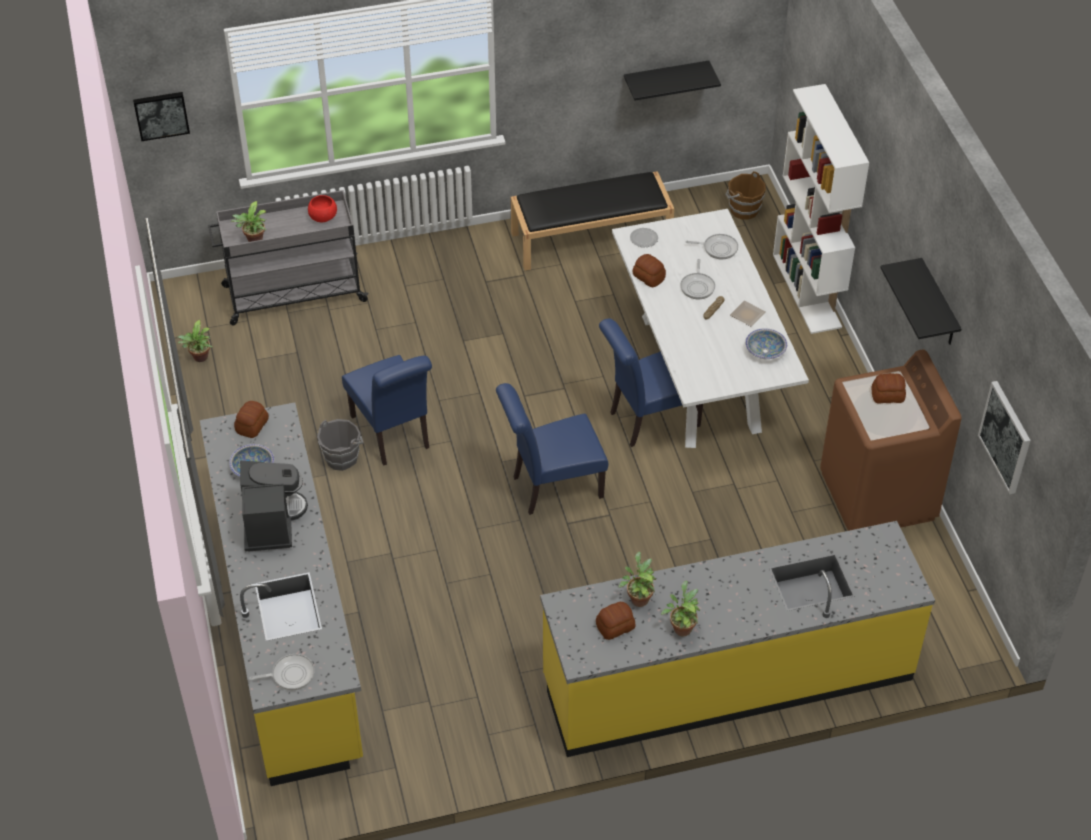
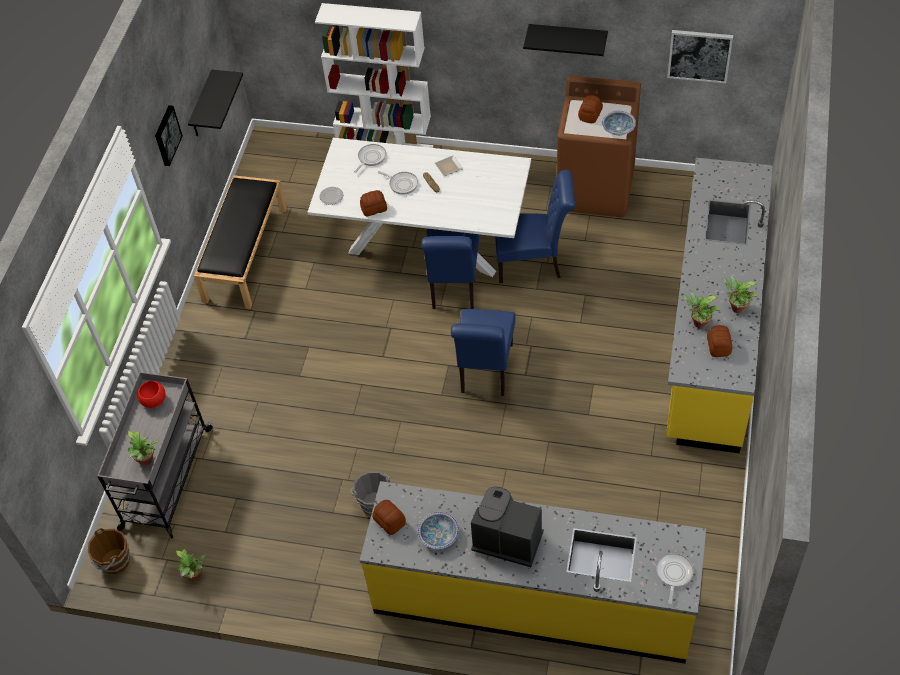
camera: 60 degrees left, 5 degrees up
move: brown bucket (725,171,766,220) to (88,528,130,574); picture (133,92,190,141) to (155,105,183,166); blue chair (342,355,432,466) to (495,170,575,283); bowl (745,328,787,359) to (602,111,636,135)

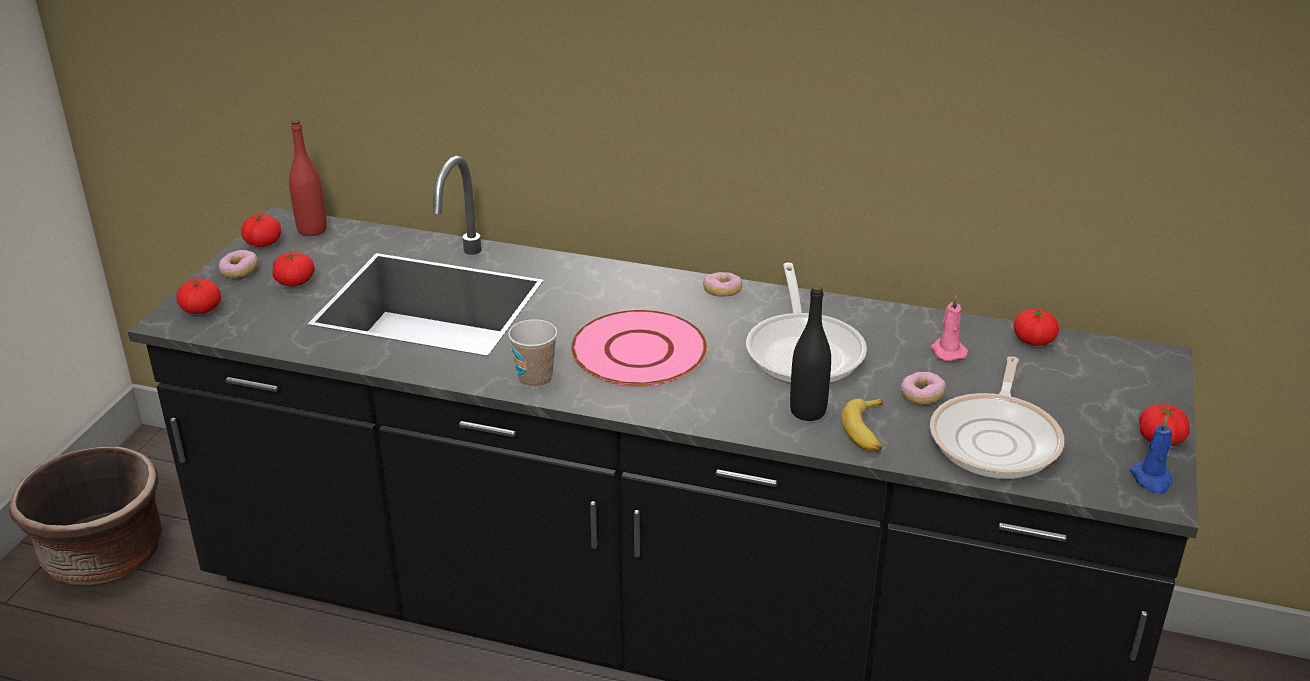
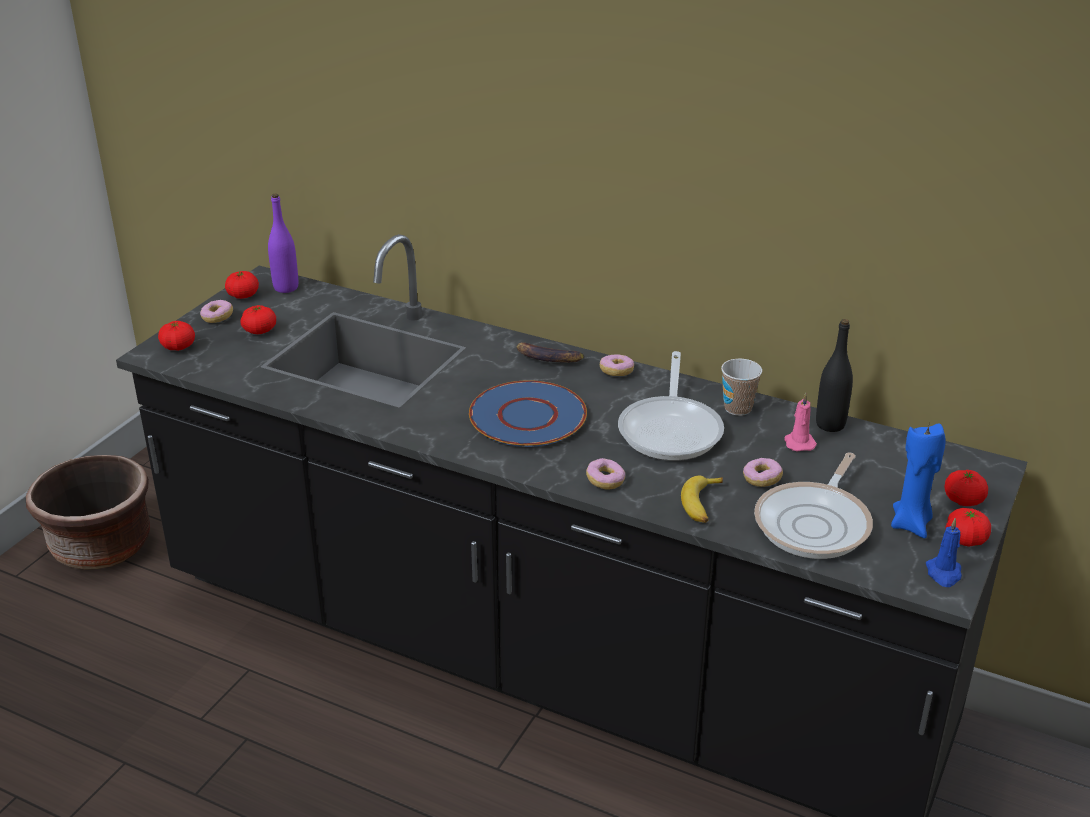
camera: 10 degrees right, 0 degrees up
insert: banana (516,342,584,363); donut (586,458,625,489); blue candle (891,423,946,538)
move: cup (508,319,557,388) to (721,359,762,416); black bottle (790,285,831,421) to (816,319,853,432); tomato (1014,309,1059,346) to (944,470,988,506)
recolor: red bottle (289,120,327,236) to purple bottle (268,193,298,293); pink plate (571,310,707,387) to blue plate (469,380,587,447)

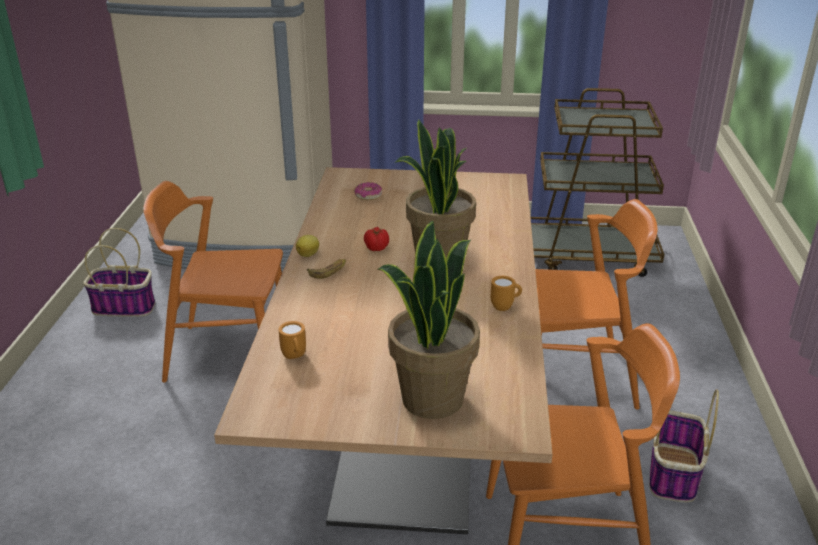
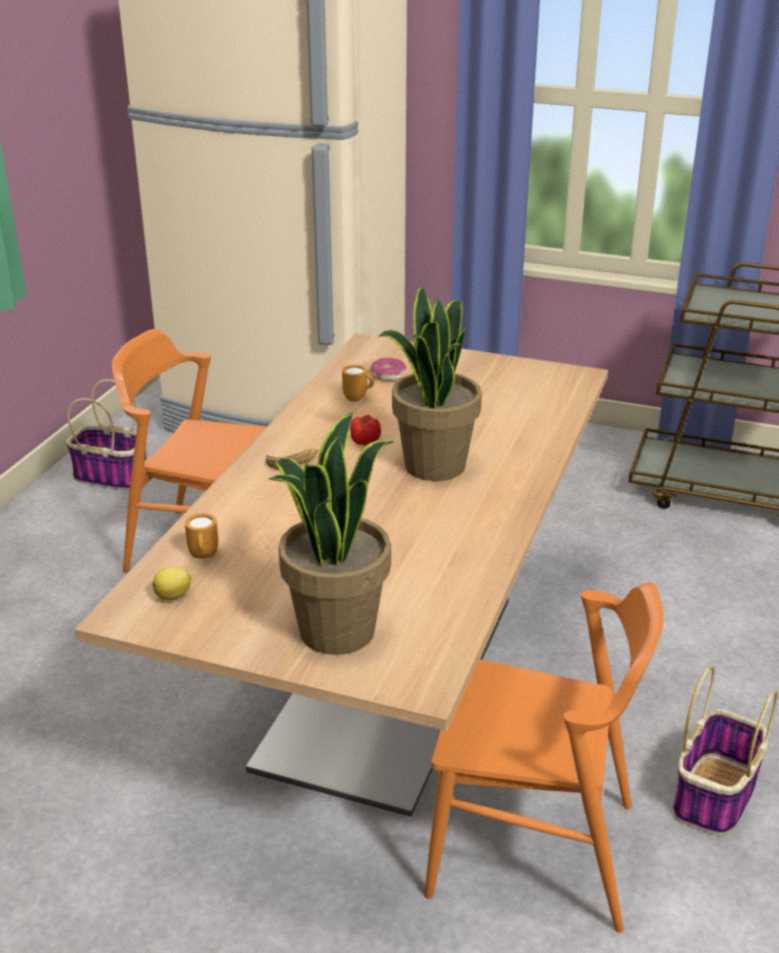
camera: 15 degrees right, 0 degrees up
delete: orange chair (535,199,658,409)
move: lemon (296,235,319,257) to (152,566,191,600); orange mug (491,276,522,311) to (342,365,374,401)

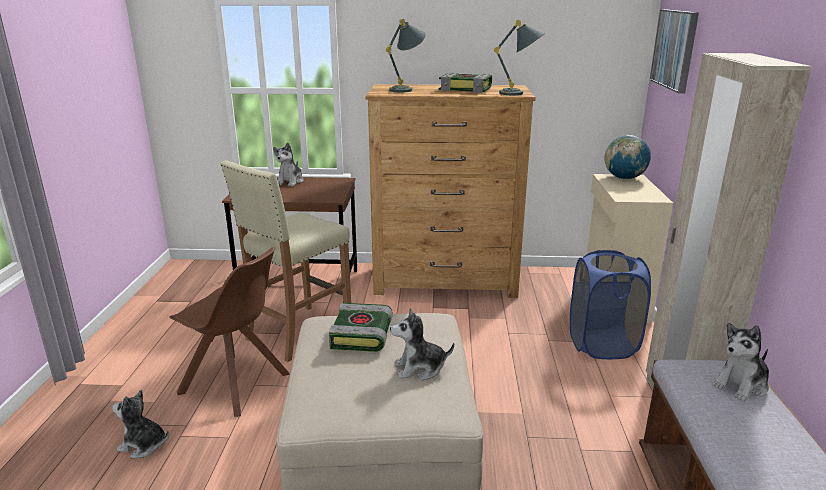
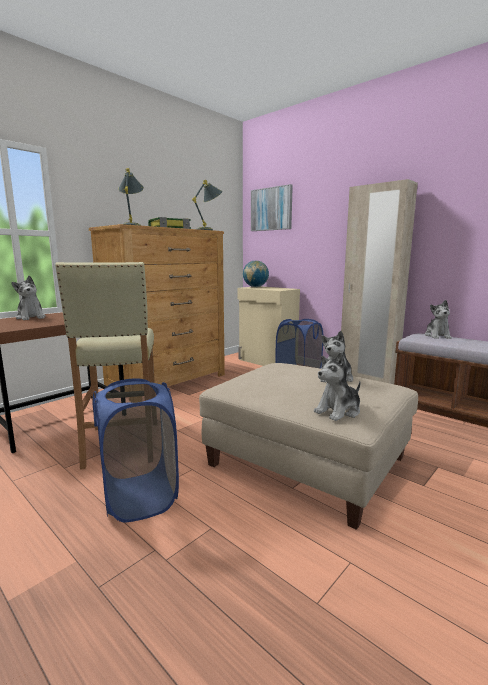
camera: 50 degrees left, 10 degrees down
delete: book (329,303,393,352)
move: plush toy (112,389,169,458) to (314,352,360,421)
replace: brown chair (170,247,290,417) to blue laundry basket (92,378,179,522)

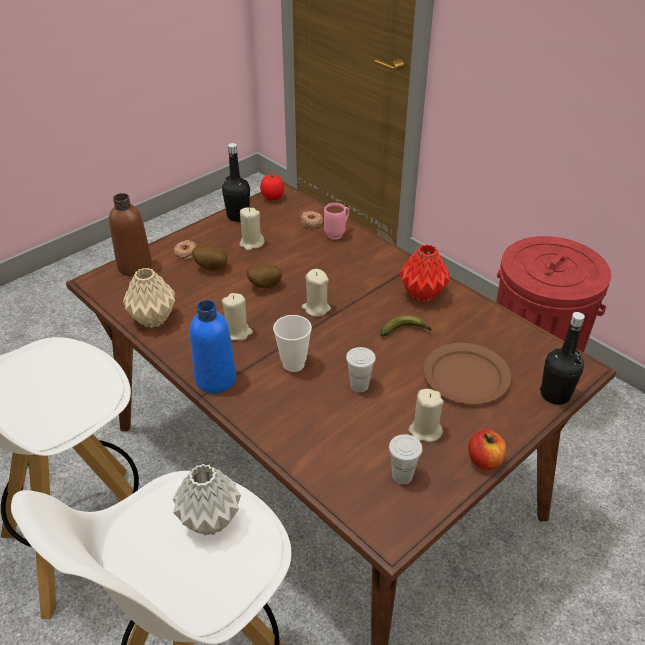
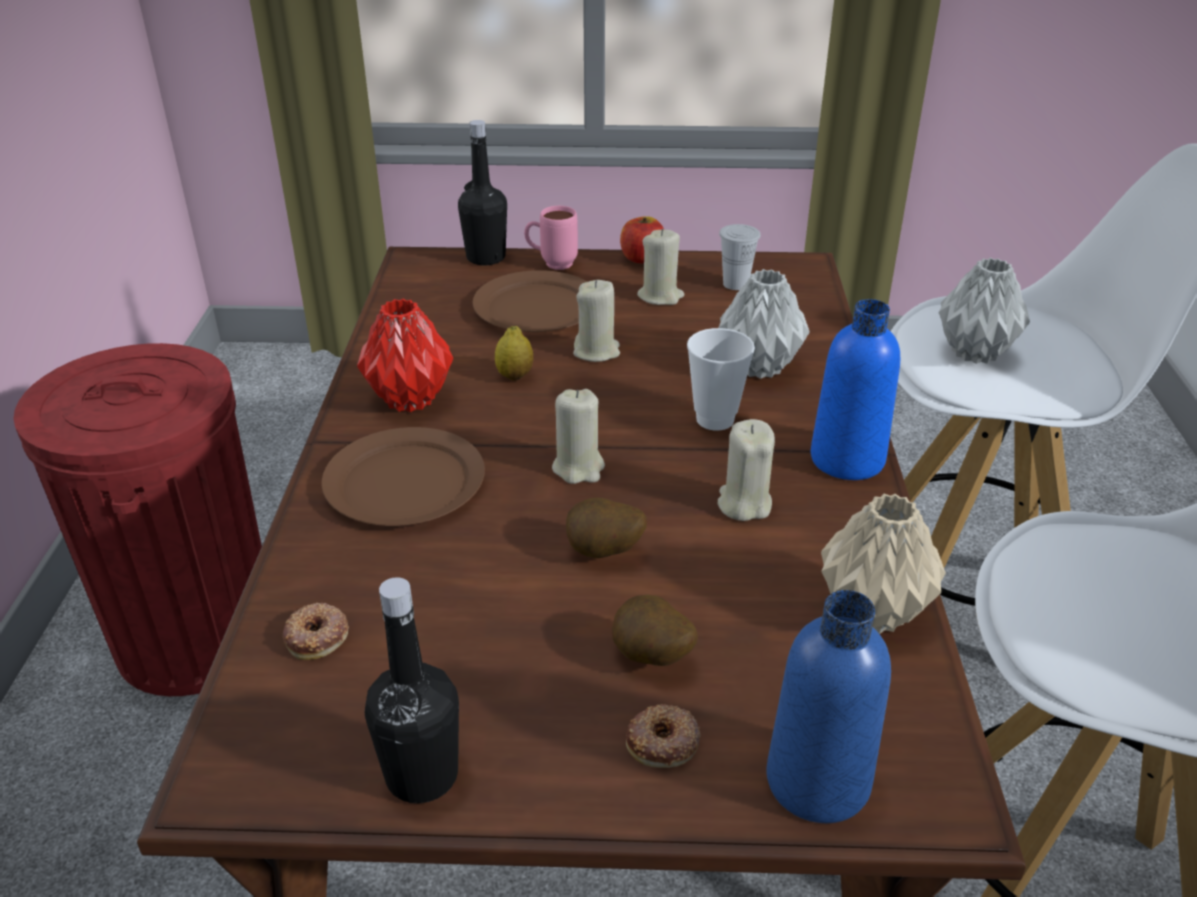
camera: 135 degrees left, 5 degrees down
delete: tomato (260,174,284,201); white cup (346,347,376,392)
insert: brown plate (322,427,485,526); grey vase (718,269,810,379)
move: pink mug (324,203,349,240) to (524,206,578,270); beige candle (240,207,265,251) to (573,280,620,362)
replace: banana (380,315,432,337) to lemon (495,326,533,381)
recolor: brown bottle (109,193,152,276) to blue bottle (766,590,891,823)

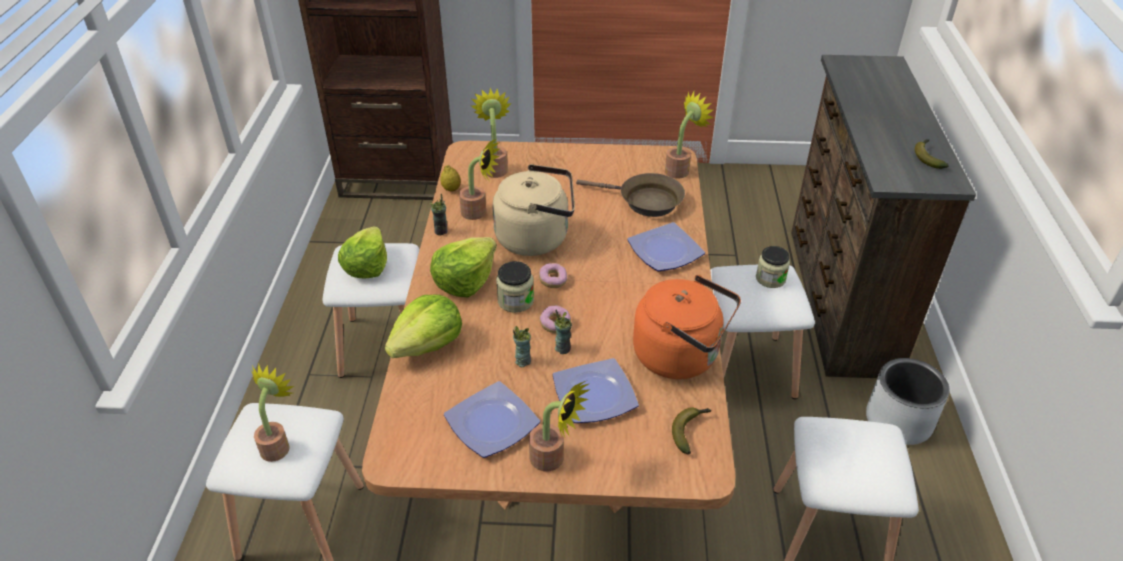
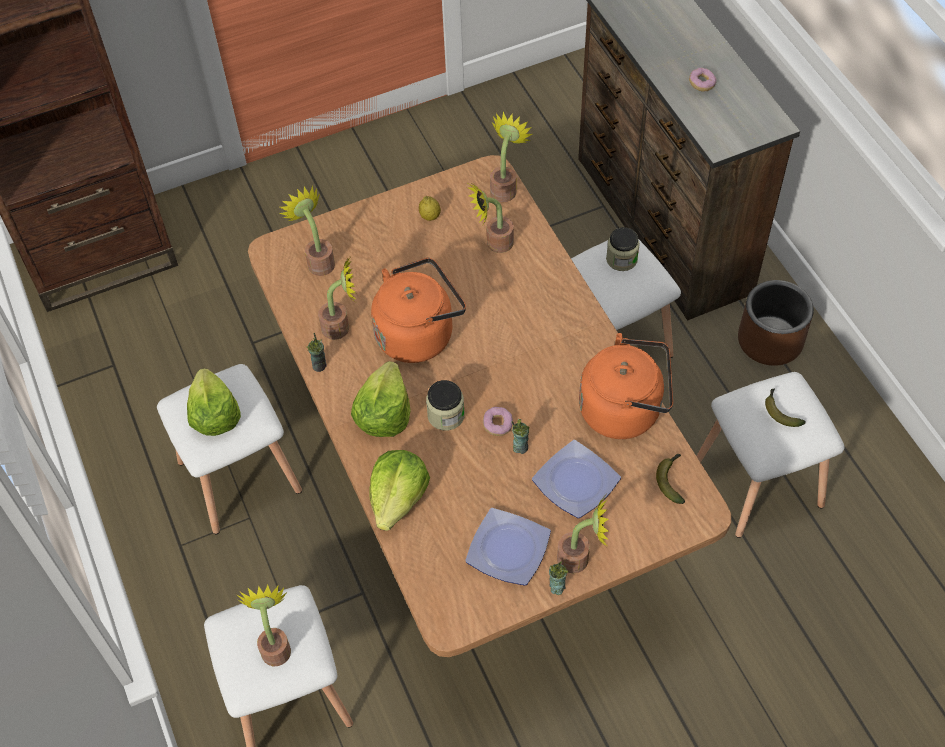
camera: 25 degrees left, 15 degrees up
delete: plate (627,222,705,271)
move: lemon (440,165,461,191) to (419,196,441,221); cup (513,326,531,368) to (549,561,568,595); donut (539,263,567,288) to (689,68,716,91); banana (915,139,948,169) to (765,388,806,427)
replace: brown frying pan (576,173,685,217) to potted plant (467,182,514,253)
recolor: beige kettle (493,164,575,256) to orange kettle (371,258,466,363); grey planter (866,358,950,445) to brown planter (738,280,814,366)

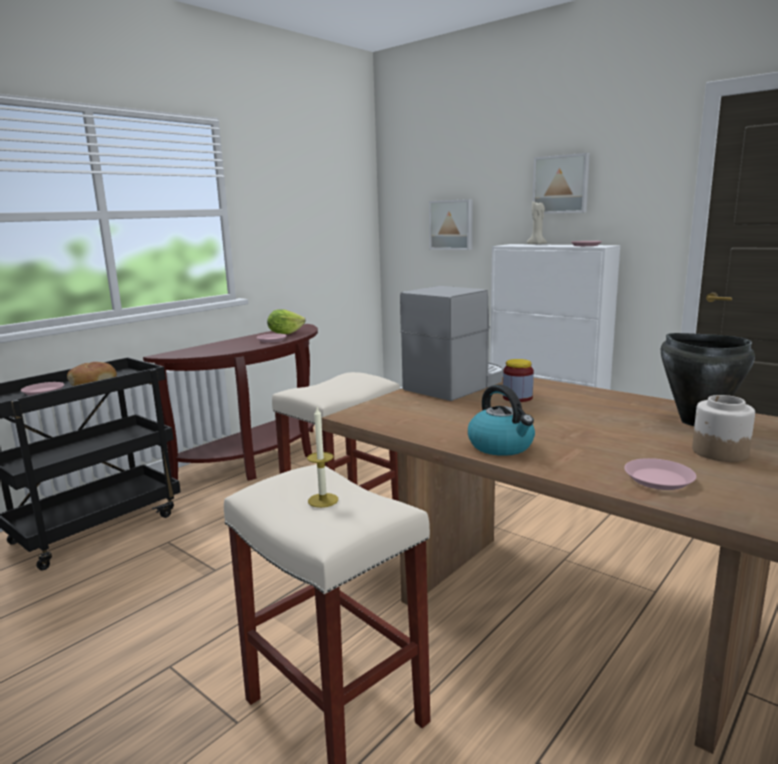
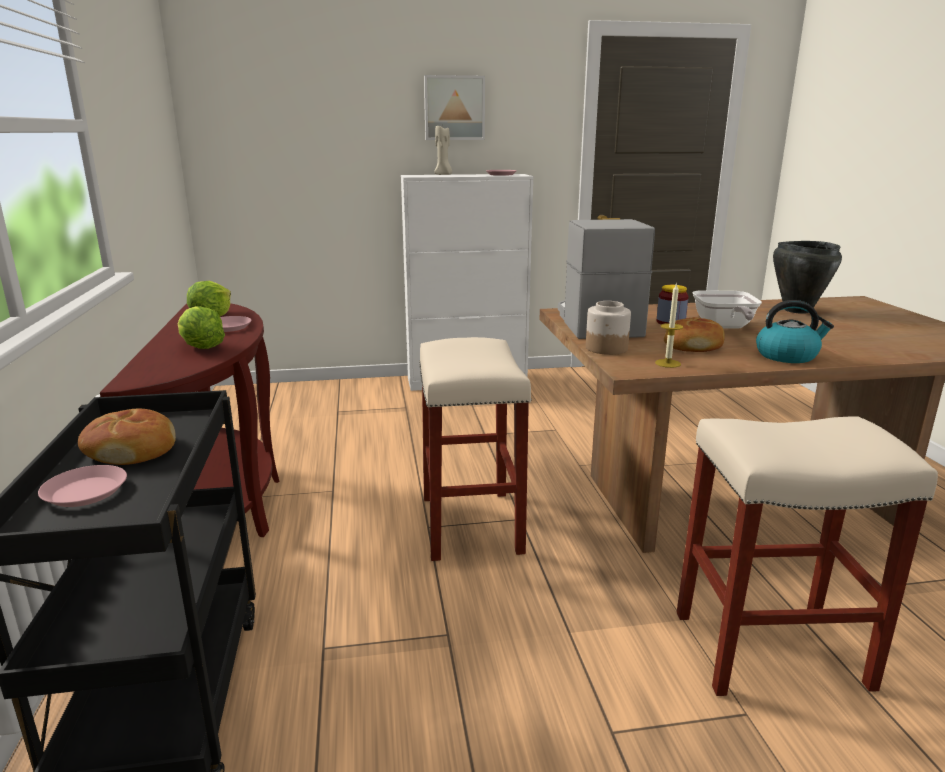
camera: 50 degrees left, 5 degrees up
delete: picture (429,199,473,250); pink plate (624,458,696,490)
insert: lettuce (178,306,225,349); bread (664,317,725,352); frying pan (692,291,762,329)
move: jar (692,395,755,462) to (586,301,631,355); candle (307,407,338,508) to (655,282,683,368)

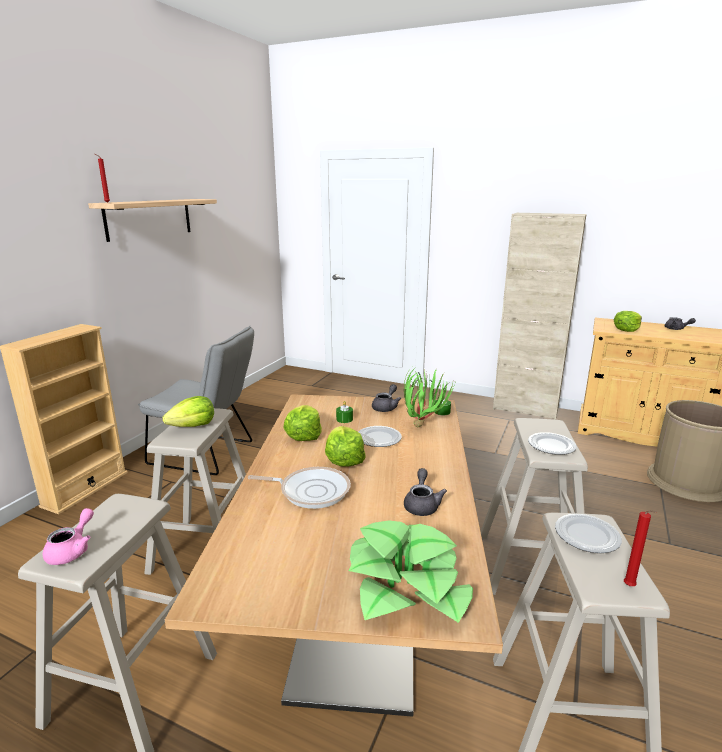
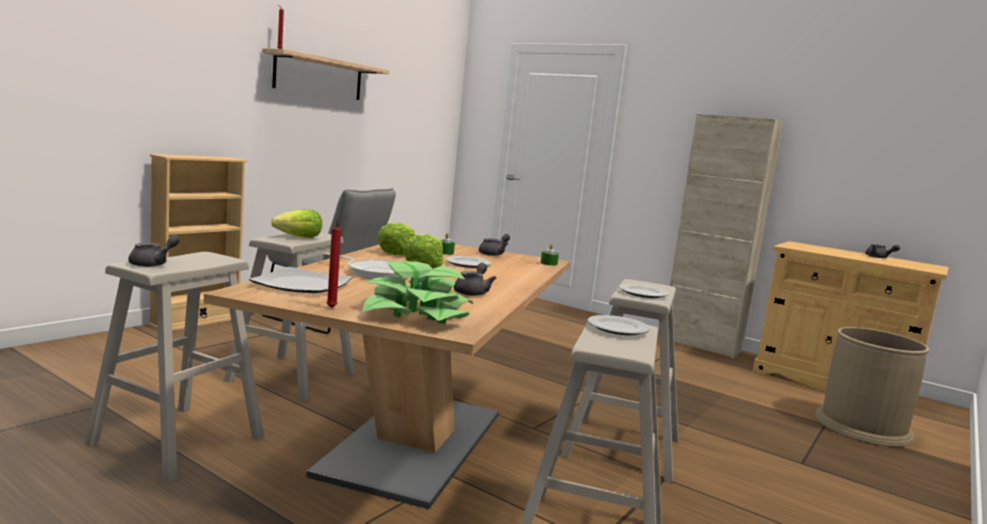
camera: 10 degrees right, 10 degrees down
delete: potted plant (404,367,455,428); lettuce (614,311,642,332)
insert: plate (249,267,353,293)
move: red candle (624,510,657,586) to (326,221,341,308)
recolor: pink teapot (43,508,94,565) to grey teapot (128,235,180,267)

